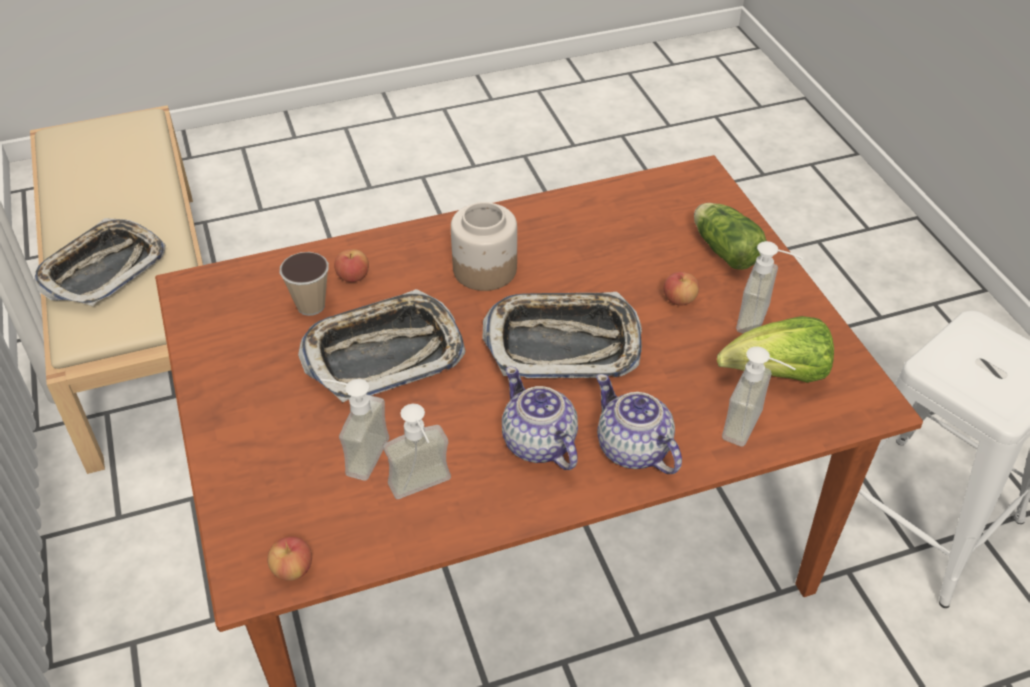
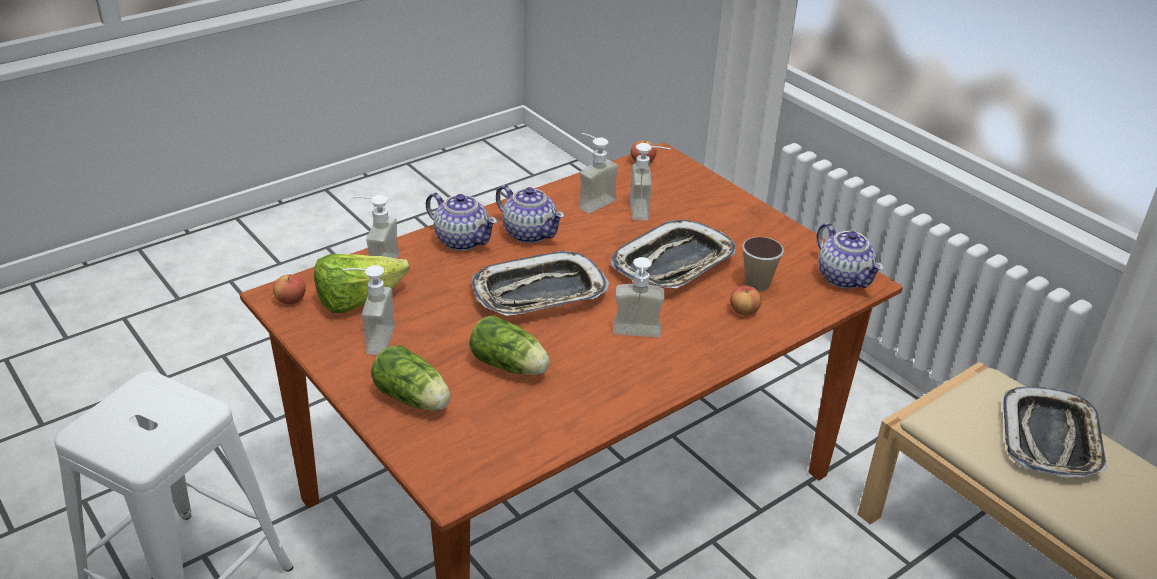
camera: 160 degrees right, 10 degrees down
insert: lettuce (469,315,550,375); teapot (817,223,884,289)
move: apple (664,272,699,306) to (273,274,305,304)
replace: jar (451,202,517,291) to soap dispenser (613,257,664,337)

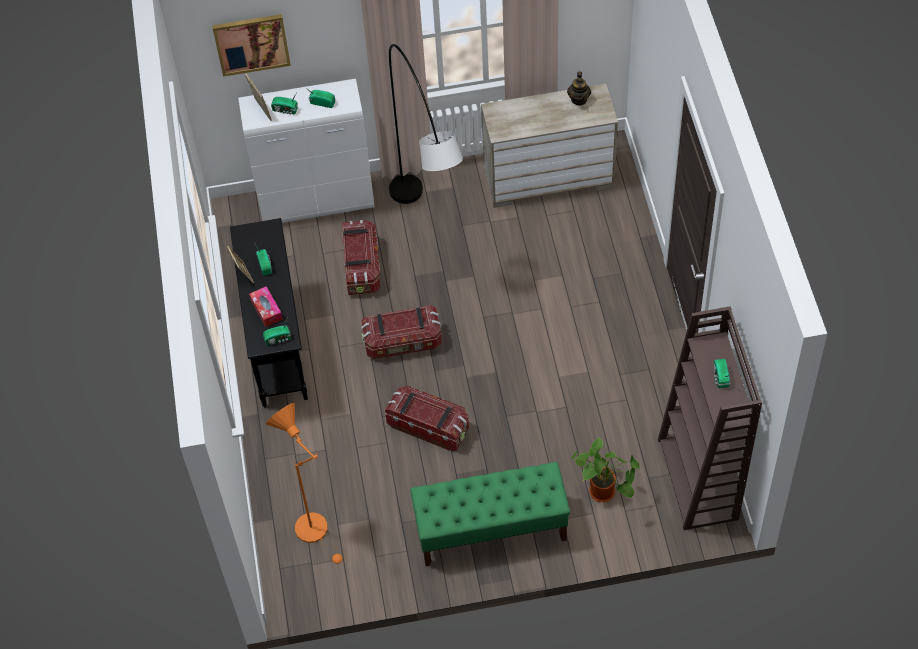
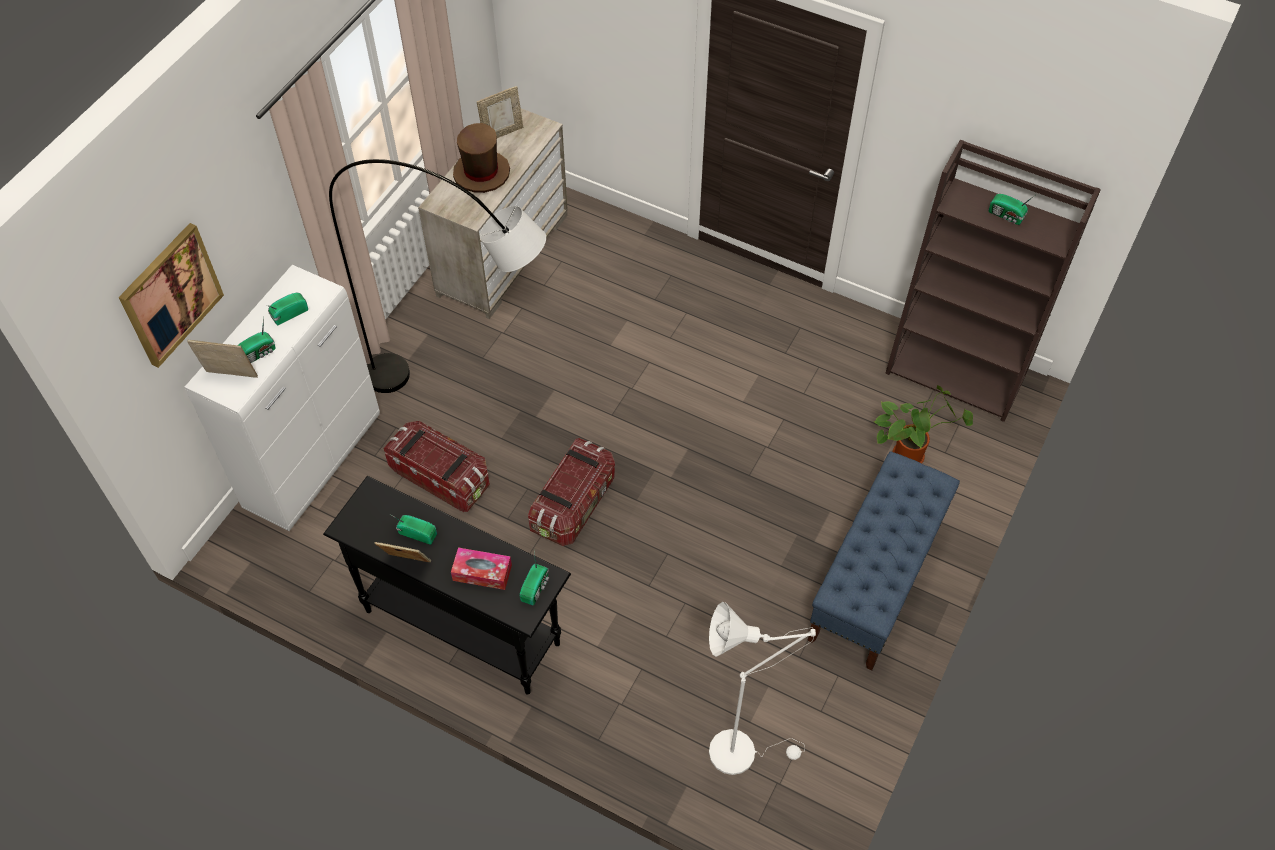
camera: 55 degrees left, 0 degrees up
delete: storage box (385,385,469,452)
insert: brown hat (453,123,510,193)
replace: teapot (567,71,591,106) to picture frame (477,86,523,138)
recolor: orange floor lamp (266,403,347,564) to white floor lamp (709,602,816,775); green bench (410,462,570,566) to blue bench (807,452,960,671)

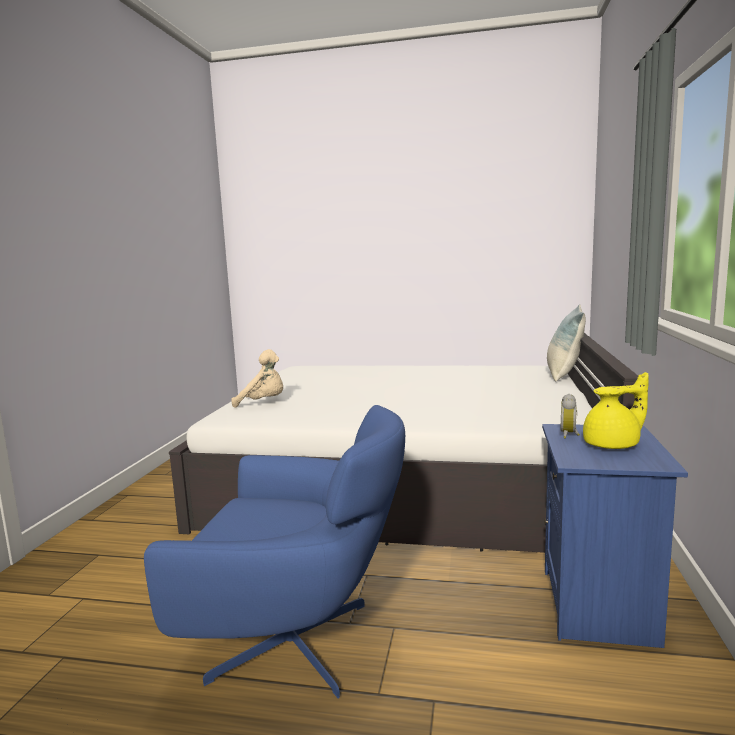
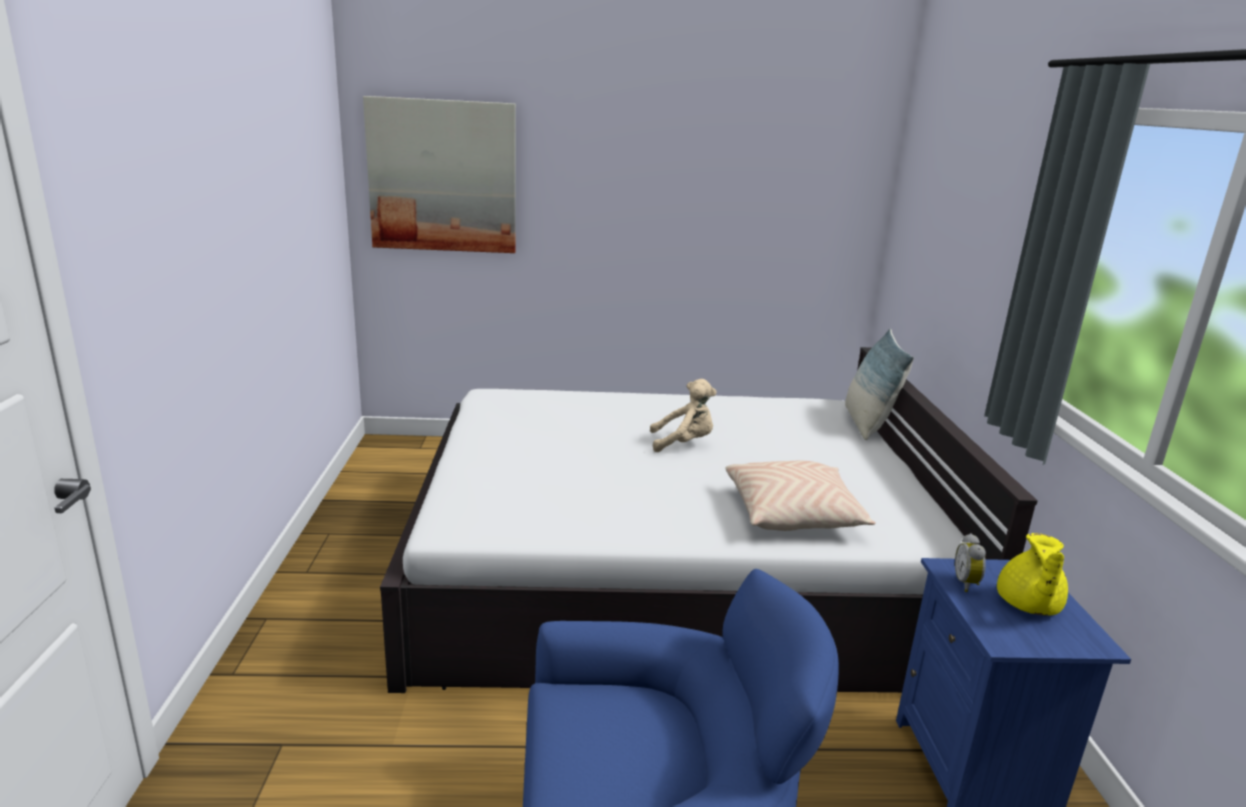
camera: 15 degrees left, 10 degrees up
insert: picture (363,96,516,253); beige pillow (725,461,876,531)
move: beige plush toy (231,349,283,408) to (650,379,716,452)
rotate: yellow teapot (583,372,649,449) = (997,533,1068,616) 135 degrees clockwise

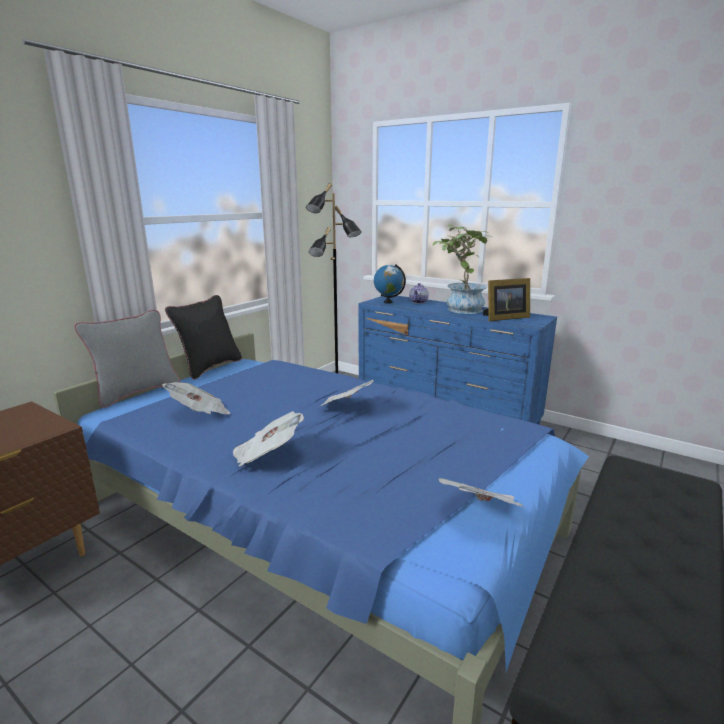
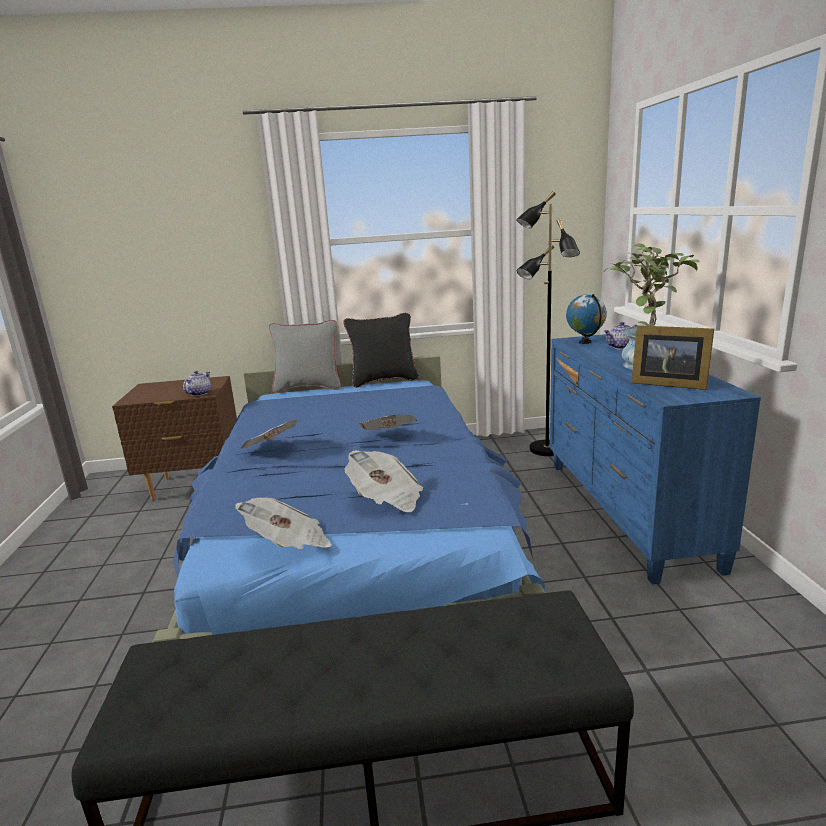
camera: 50 degrees right, 0 degrees up
insert: teapot (183,371,211,396)
move: newspaper (162,382,231,414) to (344,450,423,512)

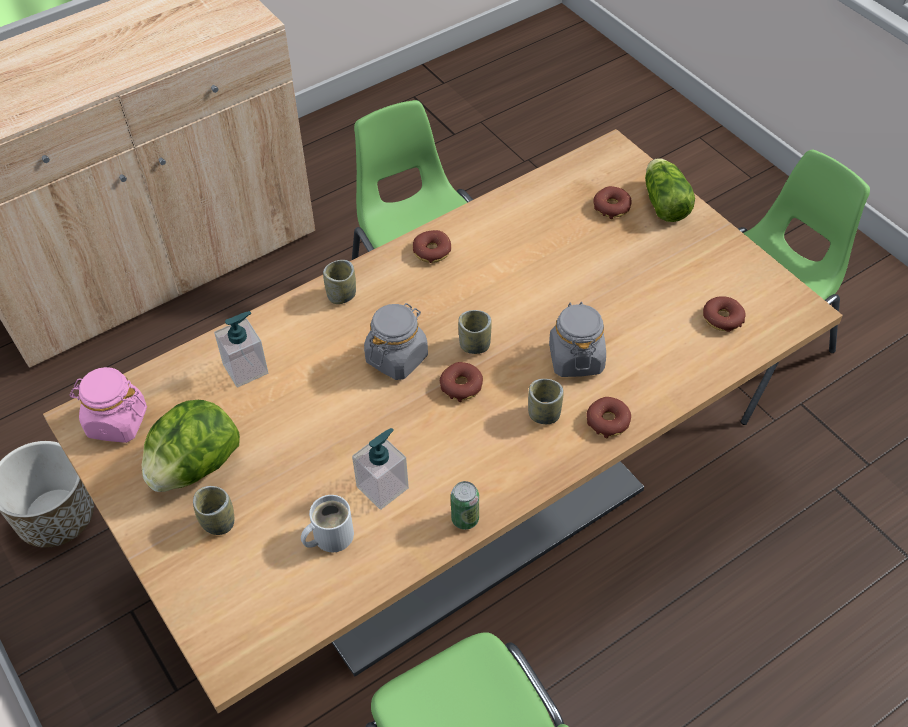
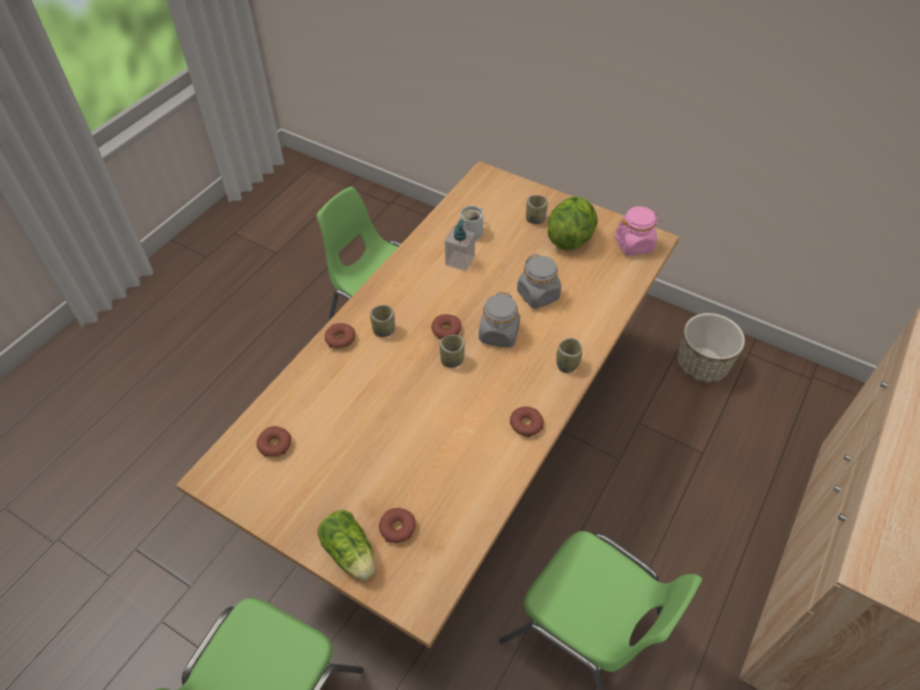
camera: 155 degrees right, 0 degrees up
delete: soap dispenser (214,311,268,388); can (451,481,479,530)
move: grey jar (549,302,606,377) to (517,254,561,309)

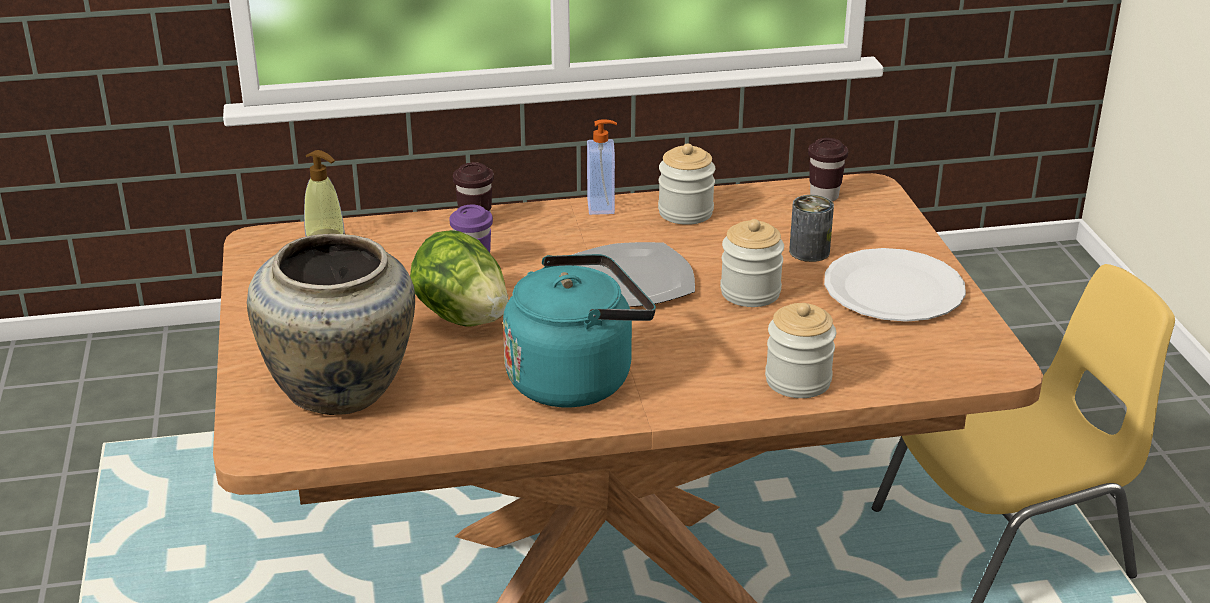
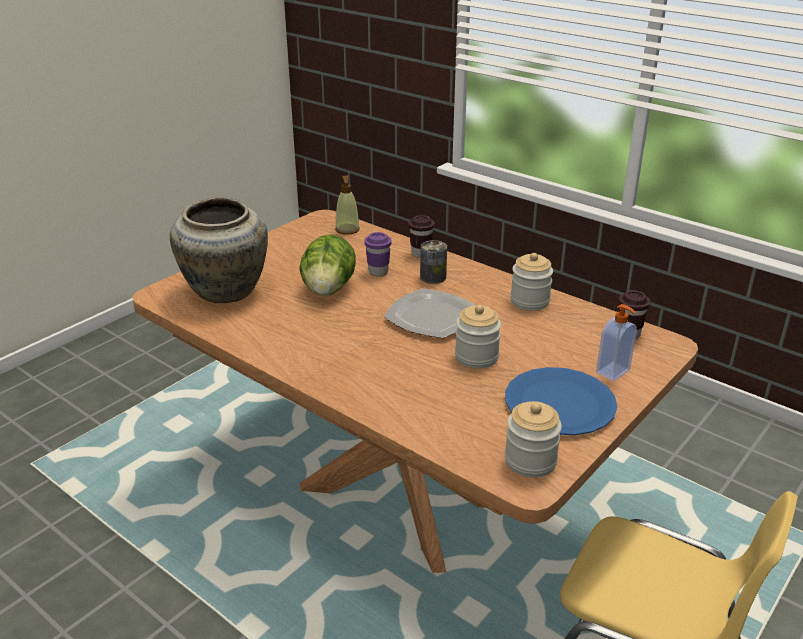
camera: 50 degrees right, 0 degrees up
delete: turquoise kettle (503,254,656,408)
move: can (789,195,834,262) to (420,240,447,284); jar (765,303,836,398) to (505,401,562,477); soap dispenser (587,119,617,215) to (596,304,637,381)
recolor: white plate (824,248,966,322) to blue plate (505,367,617,435)

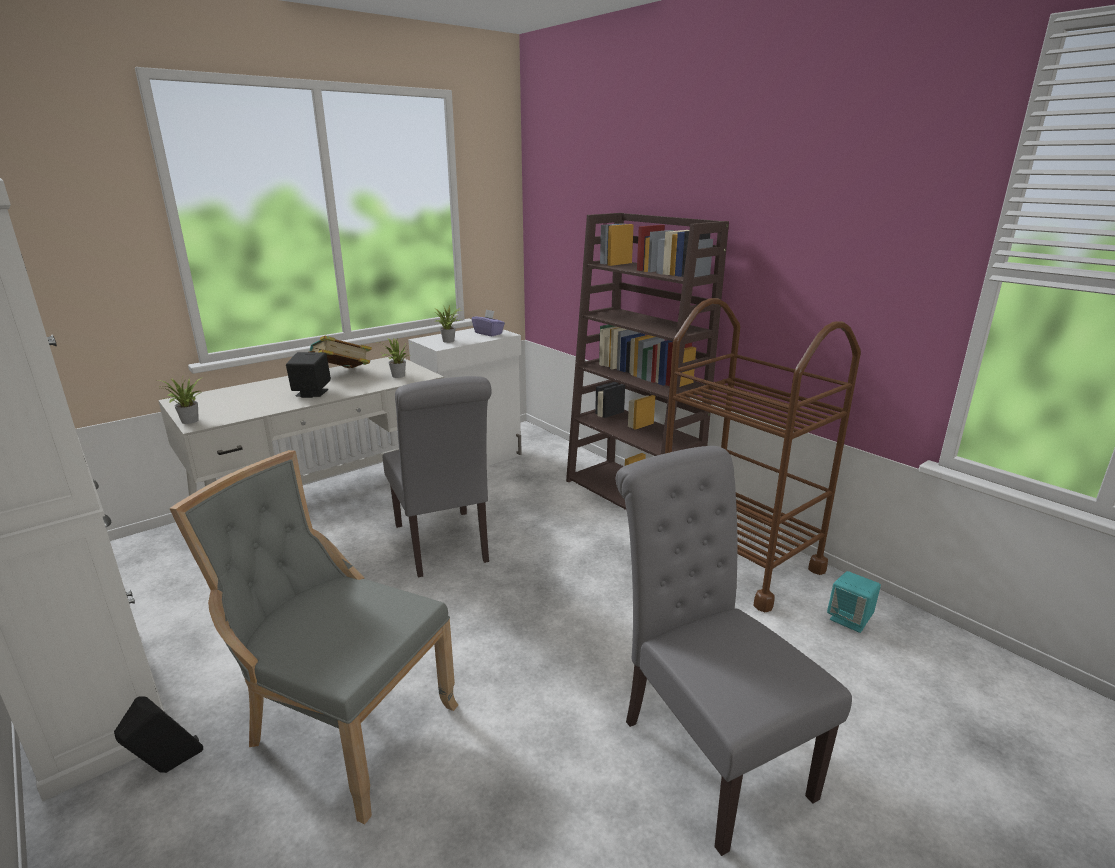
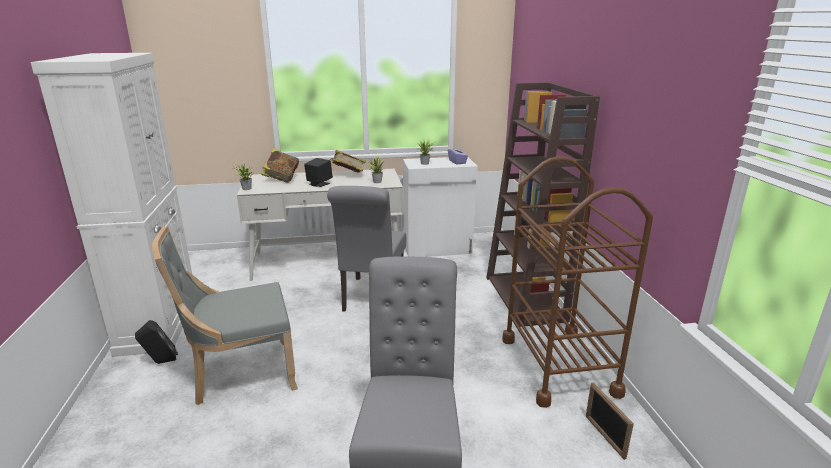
camera: 30 degrees right, 0 degrees up
insert: book (261,148,299,183)
replace: turquoise speaker (827,571,881,633) to picture frame (586,383,634,460)
rotate: grey chair (170,450,458,825) = (152,226,298,405) 75 degrees counterclockwise

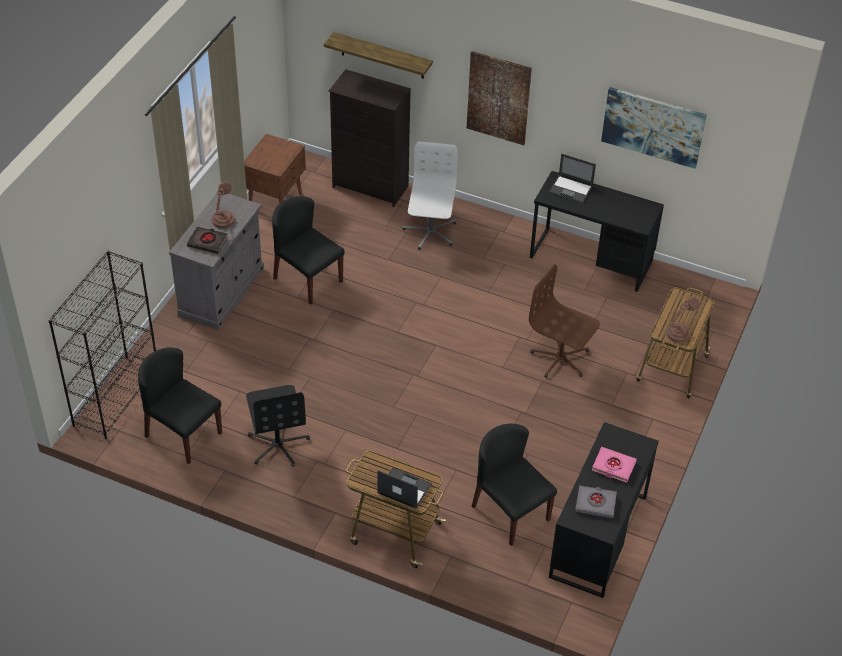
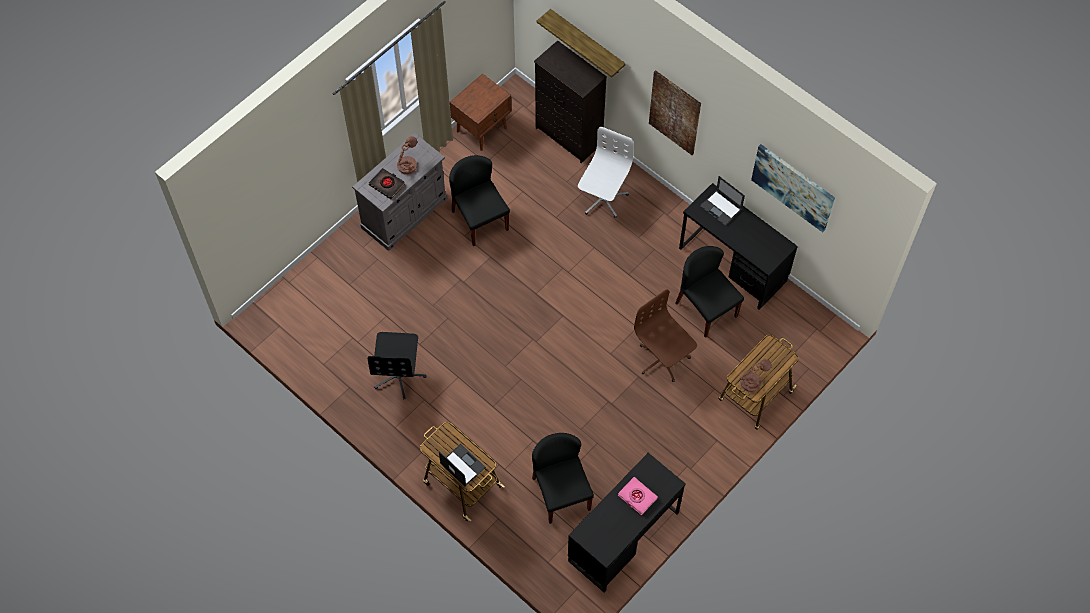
camera: 20 degrees right, 15 degrees up
delete: black bookcase (48,251,156,439); grey book (575,485,617,518)
move: black chair (138,347,222,464) to (676,246,744,338)

